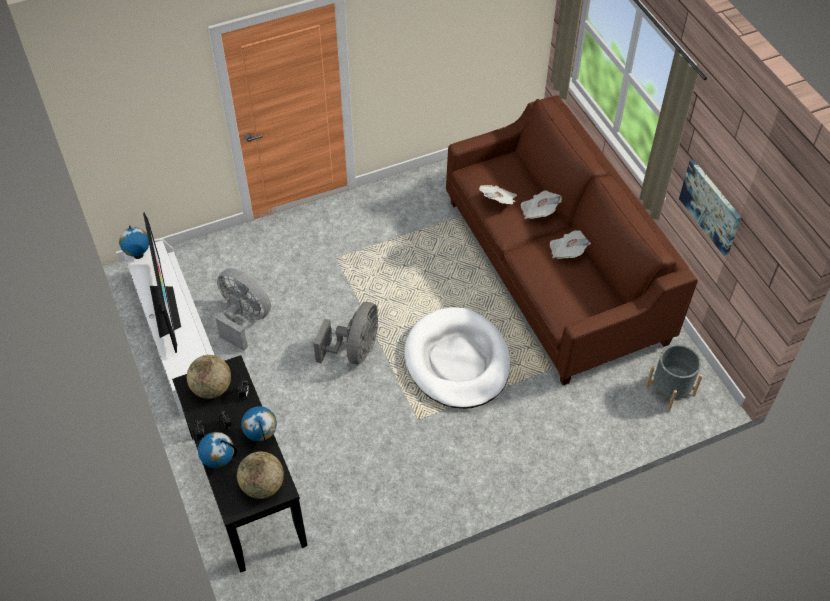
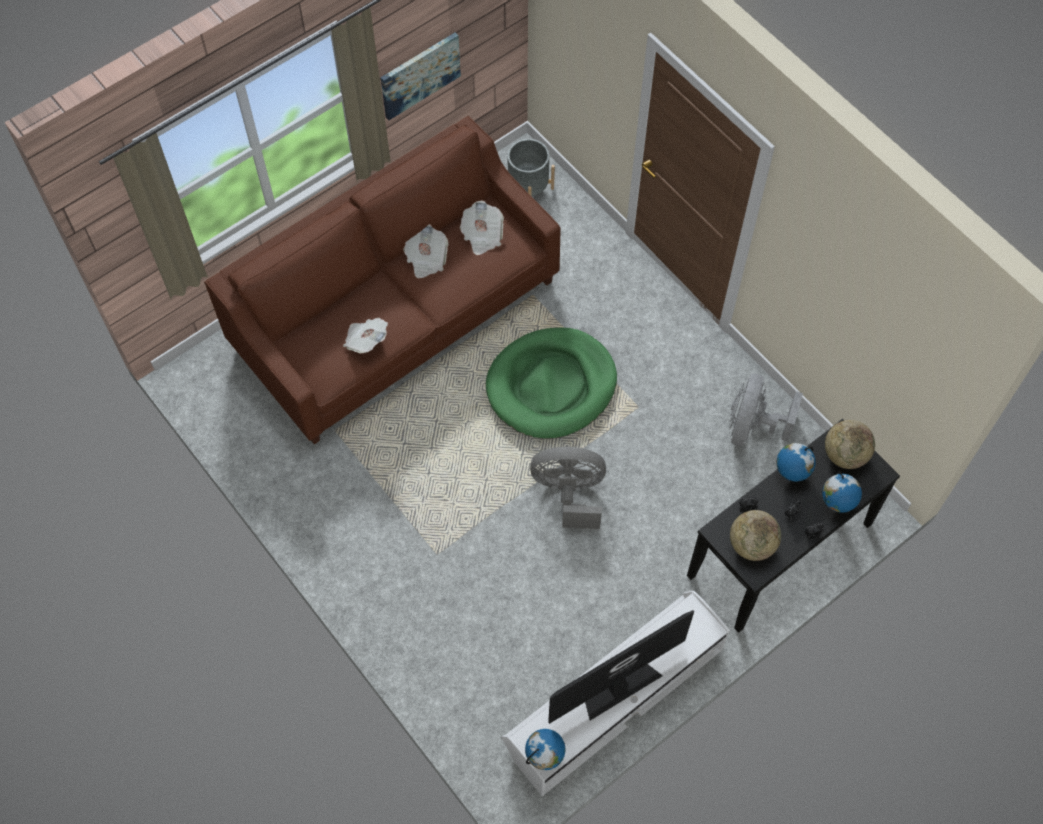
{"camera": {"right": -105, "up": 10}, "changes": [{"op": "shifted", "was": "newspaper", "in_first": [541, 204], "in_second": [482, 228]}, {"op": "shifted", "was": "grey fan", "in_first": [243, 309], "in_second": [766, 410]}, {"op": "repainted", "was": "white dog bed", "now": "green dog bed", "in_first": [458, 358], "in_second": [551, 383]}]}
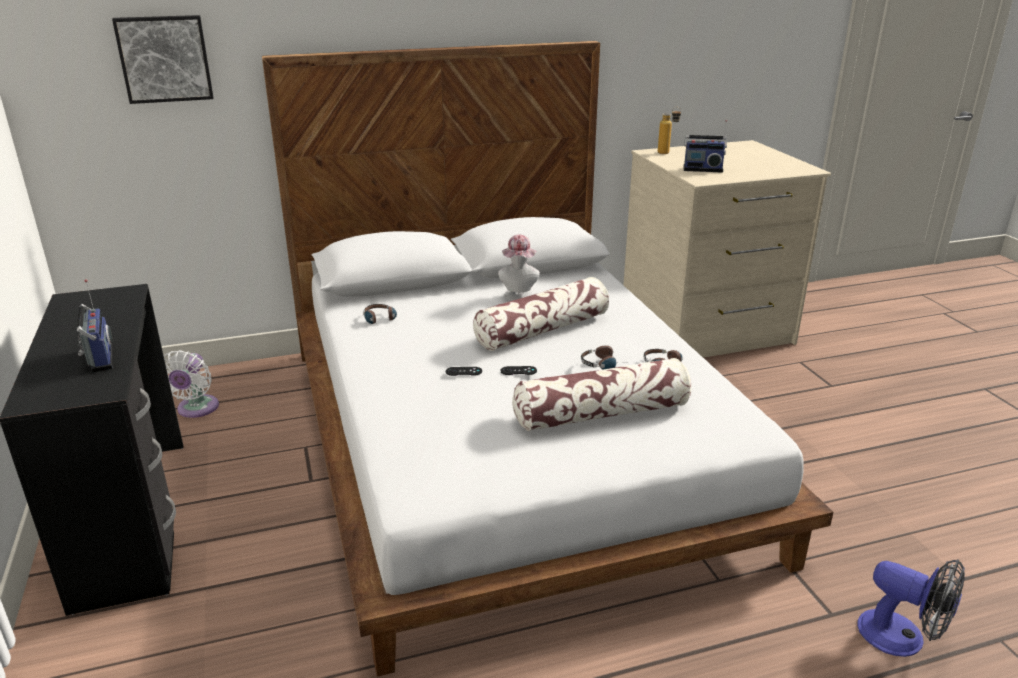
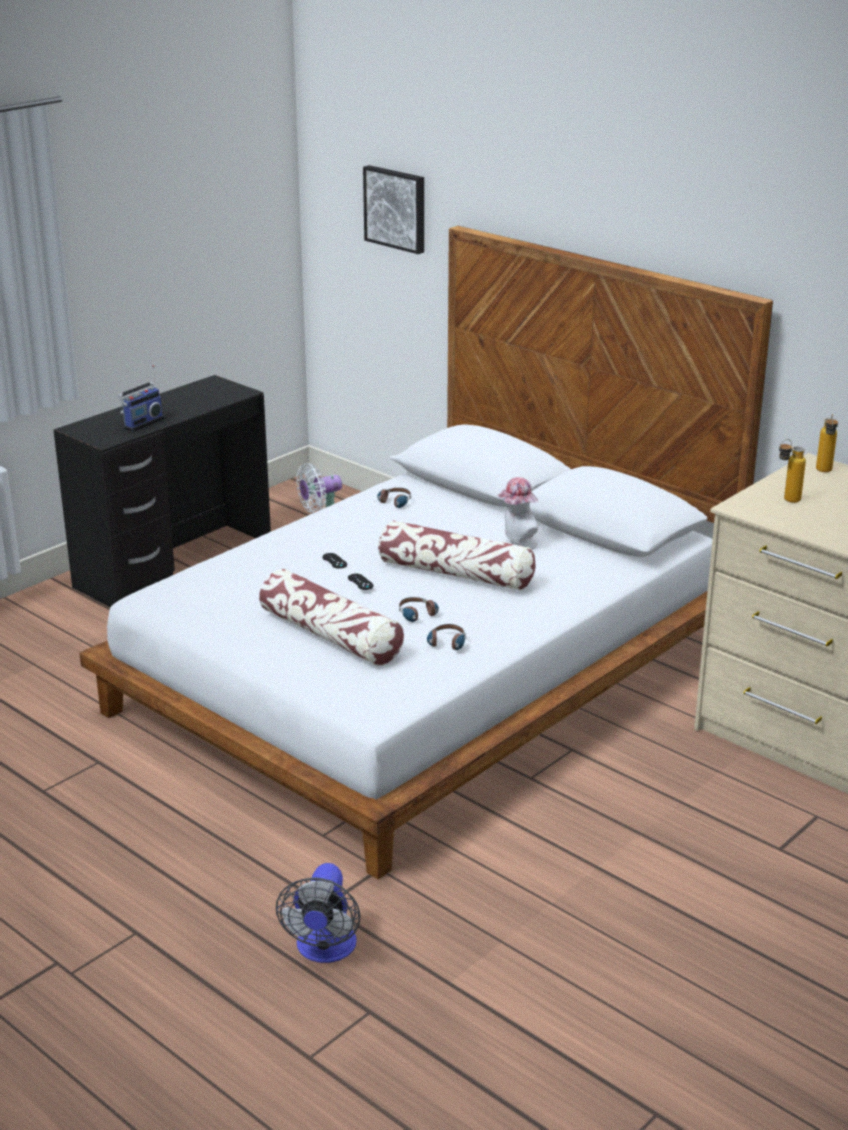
{"camera": {"right": 60, "up": 0}, "changes": [{"op": "swapped", "was": "radio", "now": "bottle", "in_first": [705, 146], "in_second": [792, 471]}]}
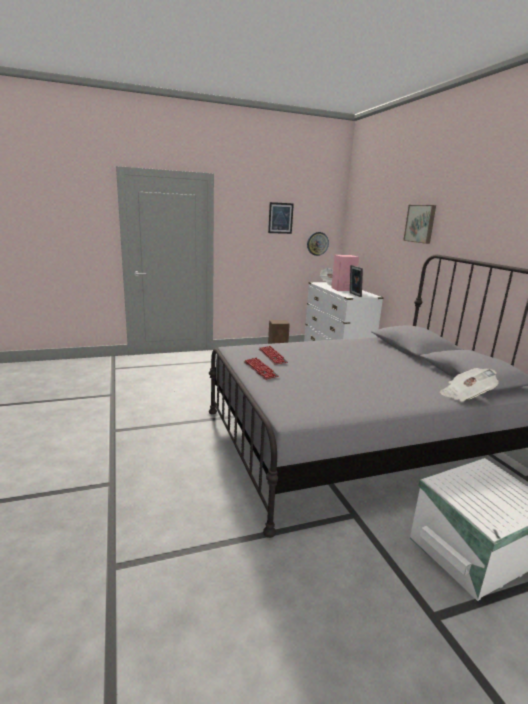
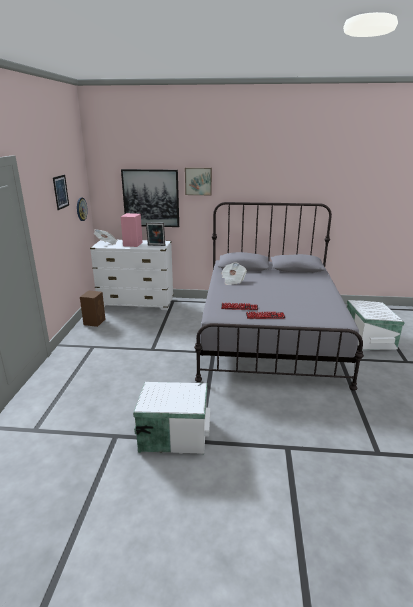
{"camera": {"right": -65, "up": 5}, "changes": [{"op": "shifted", "was": "newspaper", "in_first": [469, 385], "in_second": [234, 273]}, {"op": "new", "now": "picture", "in_second": [150, 198]}, {"op": "new", "now": "white storage box", "in_second": [171, 418]}]}
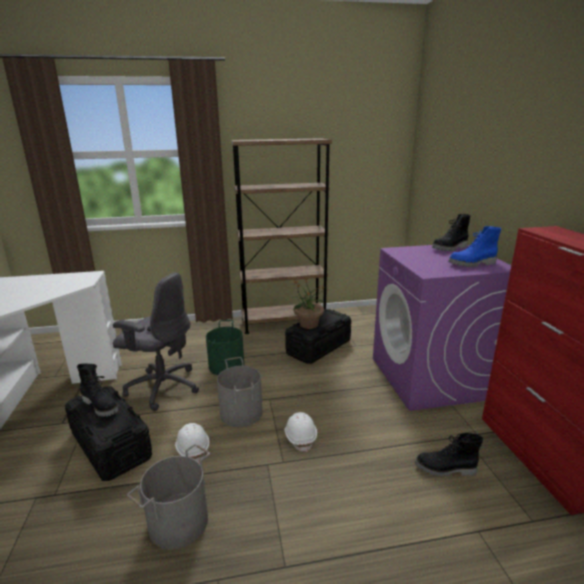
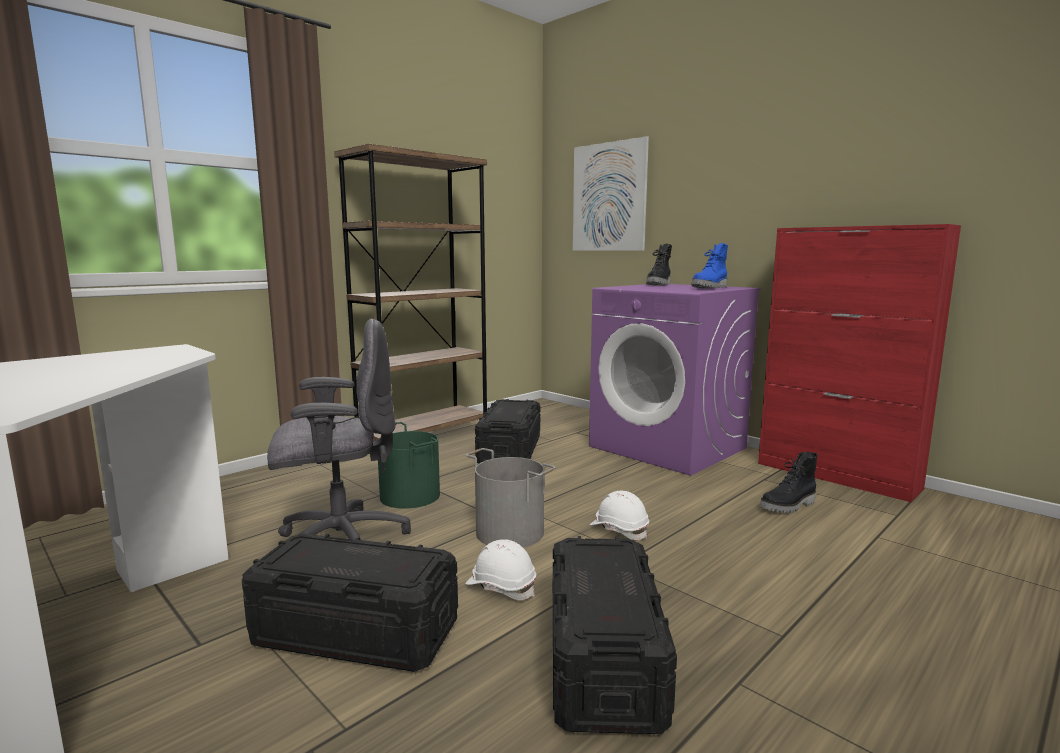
{"camera": {"right": -35, "up": -10}, "changes": [{"op": "gone", "was": "potted plant", "in_first": [308, 303]}, {"op": "gone", "was": "black boot", "in_first": [97, 390]}, {"op": "swapped", "was": "grey bucket", "now": "black storage box", "in_first": [168, 497], "in_second": [615, 635]}, {"op": "new", "now": "picture", "in_second": [611, 193]}]}
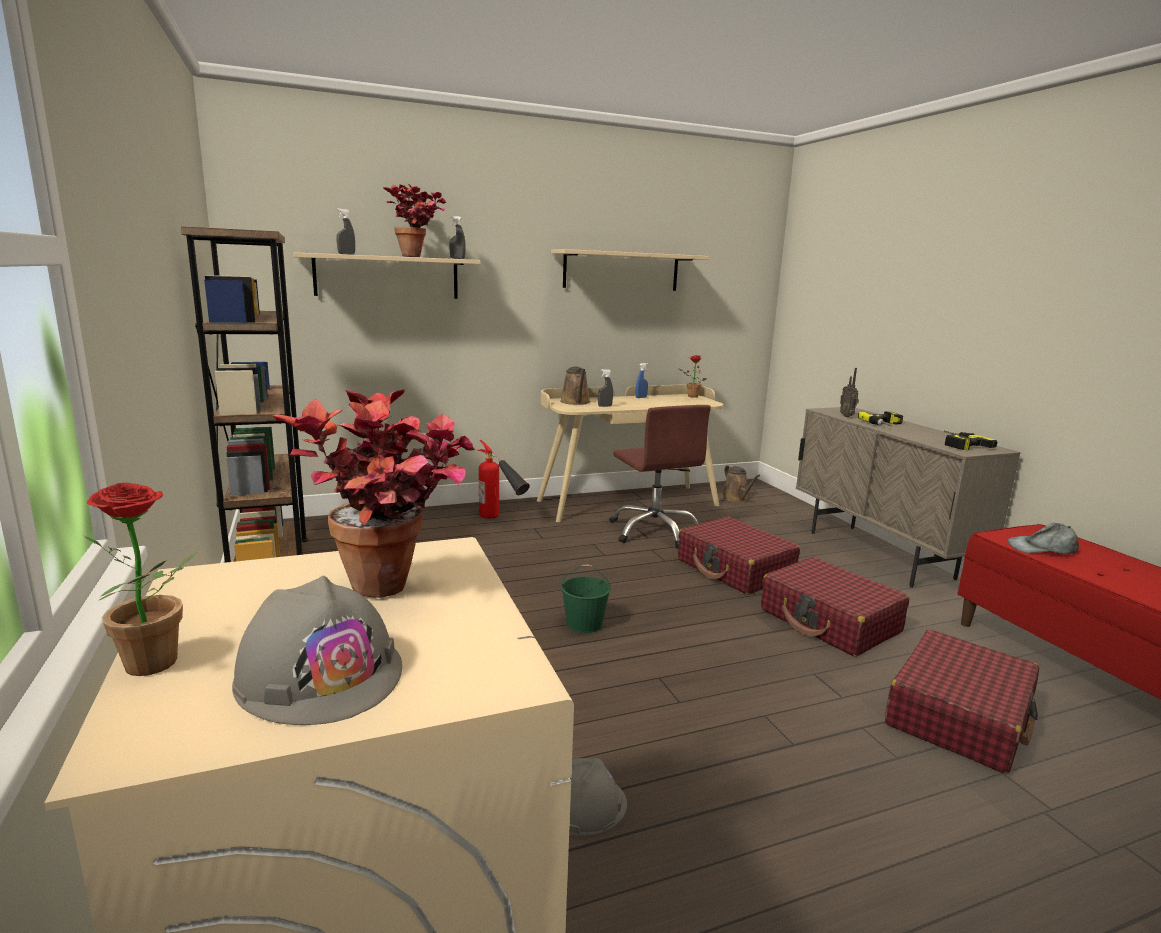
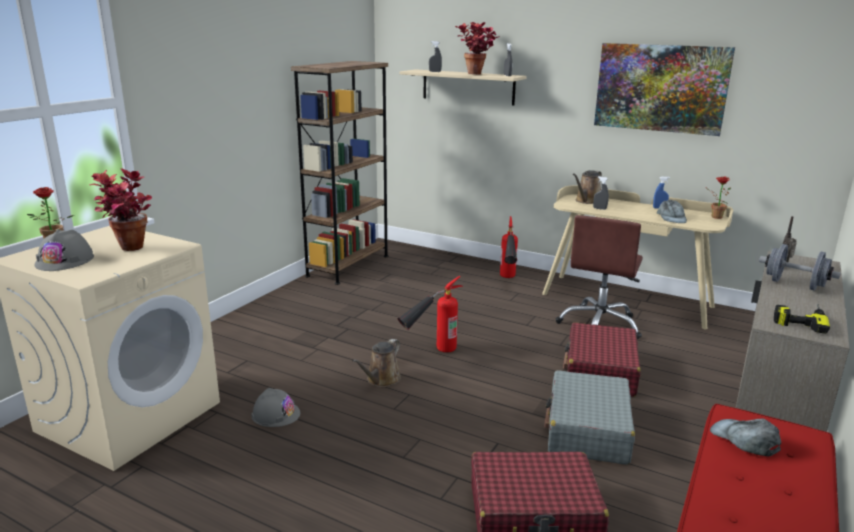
{"camera": {"right": 50, "up": 5}, "changes": [{"op": "swapped", "was": "beige shelf", "now": "picture", "in_first": [630, 270], "in_second": [664, 89]}, {"op": "swapped", "was": "power drill", "now": "grey dumbbell", "in_first": [880, 419], "in_second": [800, 267]}, {"op": "shifted", "was": "brown watering can", "in_first": [741, 483], "in_second": [376, 363]}, {"op": "repainted", "was": "red suitcase", "now": "grey suitcase", "in_first": [835, 607], "in_second": [589, 417]}, {"op": "swapped", "was": "green bucket", "now": "fire extinguisher", "in_first": [585, 599], "in_second": [430, 314]}, {"op": "new", "now": "grey cap", "in_second": [672, 211]}]}
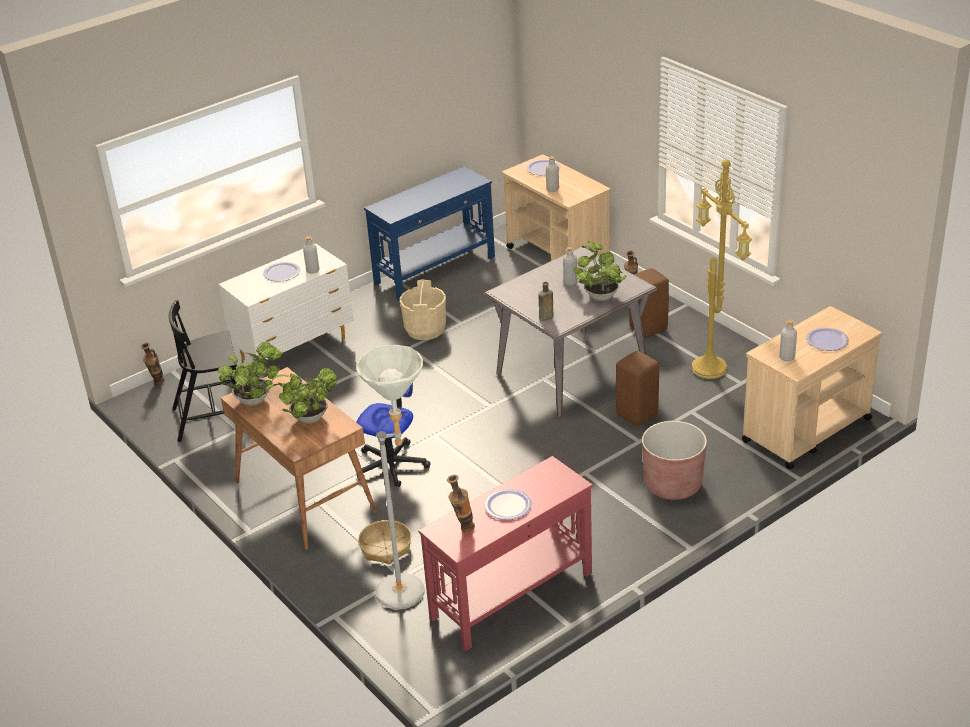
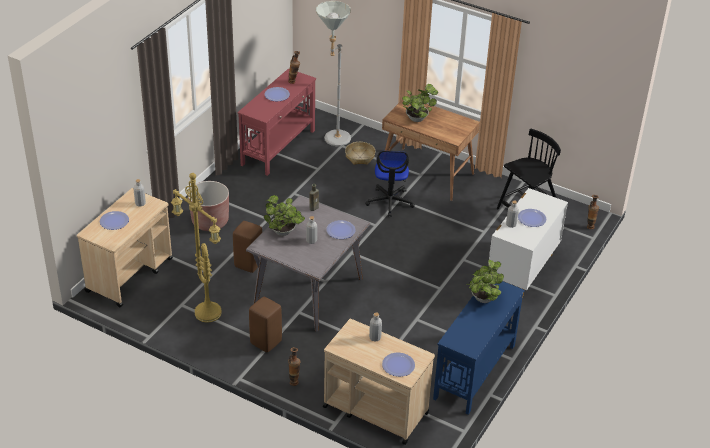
{"camera": {"right": 155, "up": 5}, "changes": [{"op": "gone", "was": "beige bucket", "in_first": [423, 309]}, {"op": "shifted", "was": "potted plant", "in_first": [250, 374], "in_second": [485, 281]}, {"op": "new", "now": "plate", "in_second": [341, 229]}]}
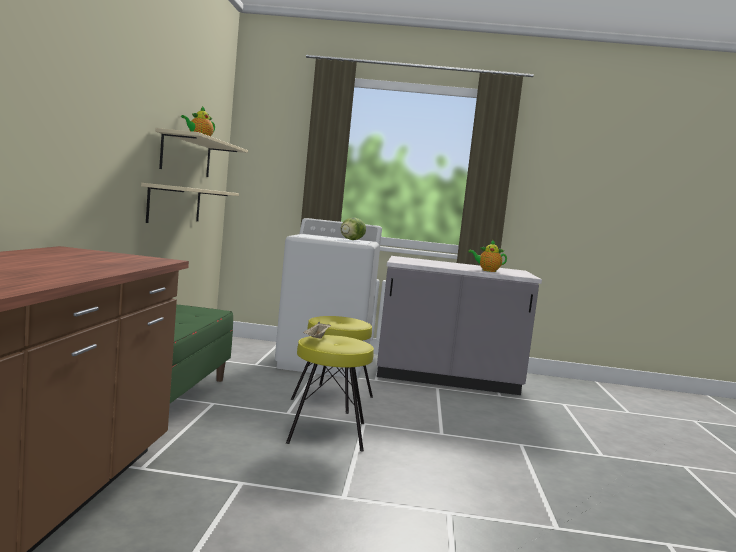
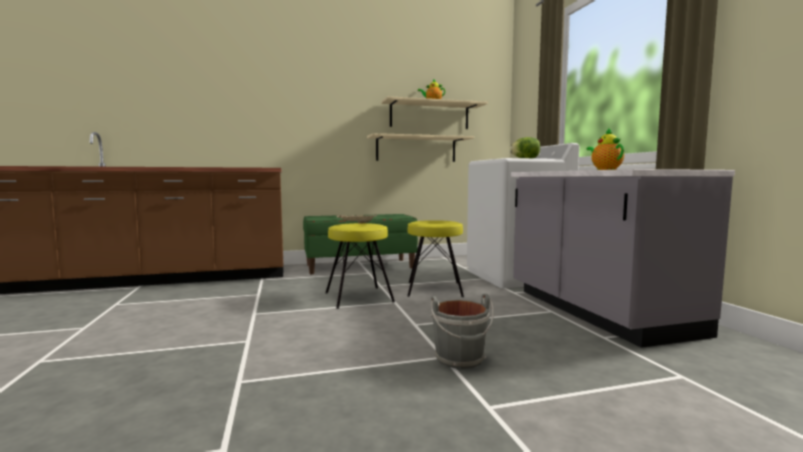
{"camera": {"right": 70, "up": 0}, "changes": [{"op": "new", "now": "grey bucket", "in_second": [462, 331]}]}
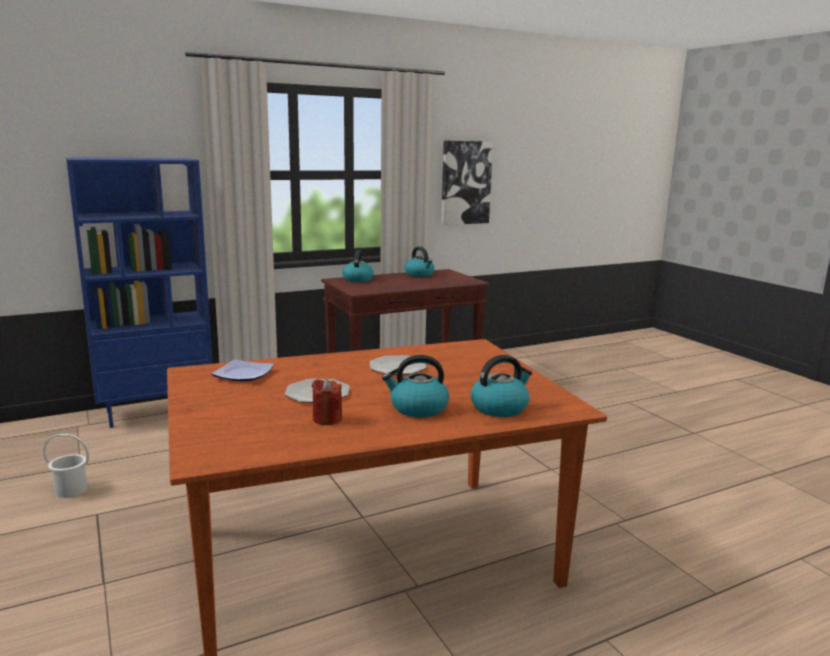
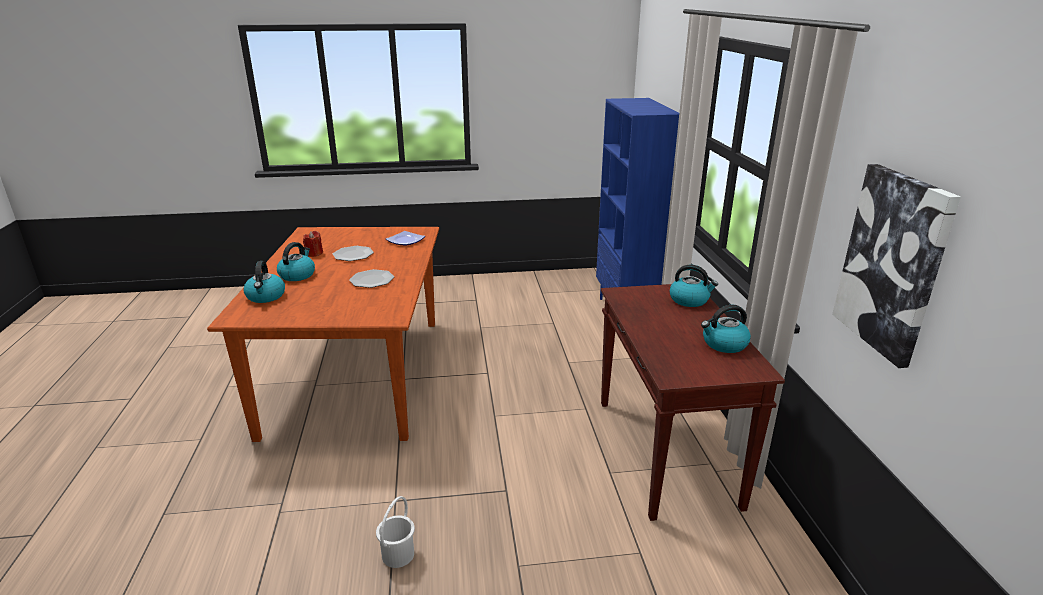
{"camera": {"right": 110, "up": 10}, "changes": [{"op": "shifted", "was": "white bucket", "in_first": [66, 466], "in_second": [395, 532]}]}
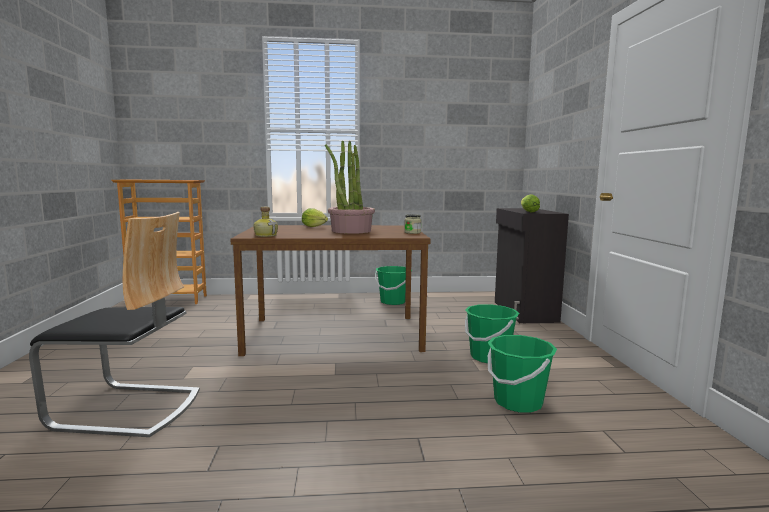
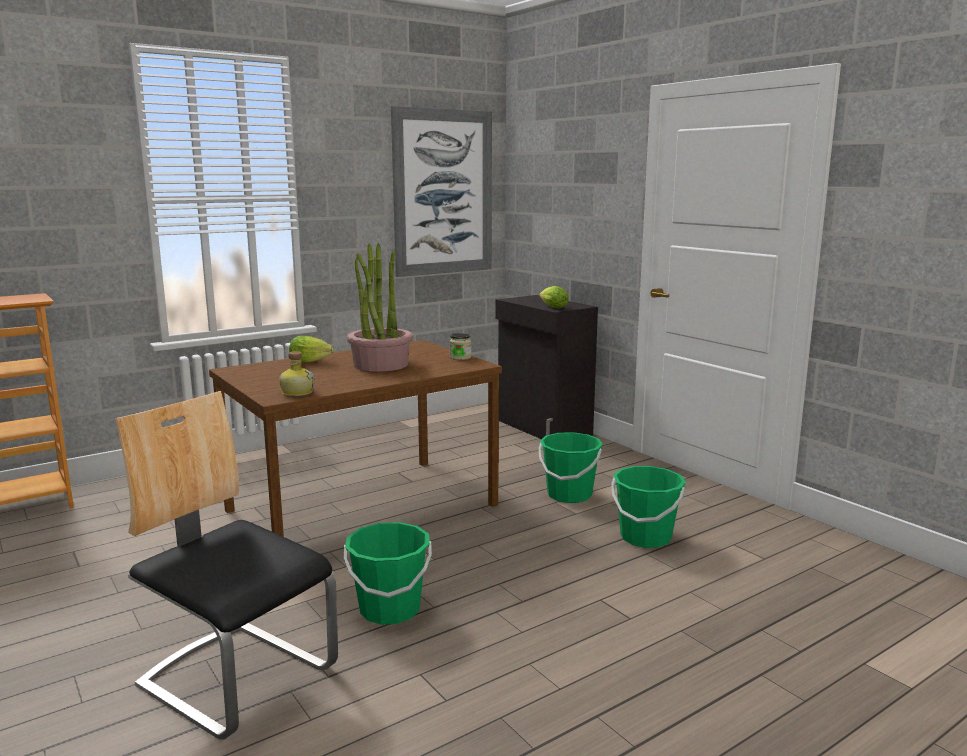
{"camera": {"right": -30, "up": 5}, "changes": [{"op": "rotated", "was": "chair", "in_first": [114, 324], "in_second": [226, 565], "clockwise": -120}, {"op": "shifted", "was": "green bucket", "in_first": [393, 285], "in_second": [388, 573]}, {"op": "new", "now": "picture", "in_second": [441, 191]}]}
